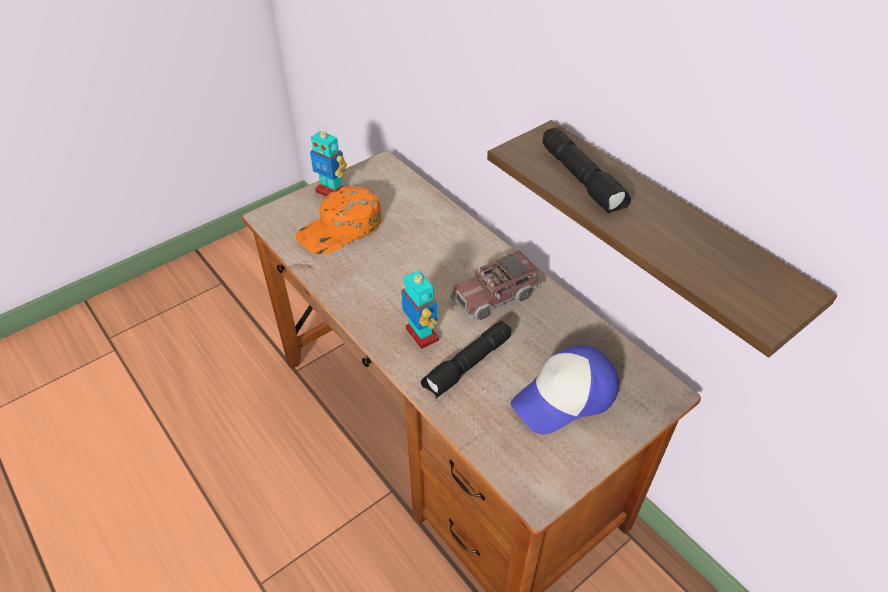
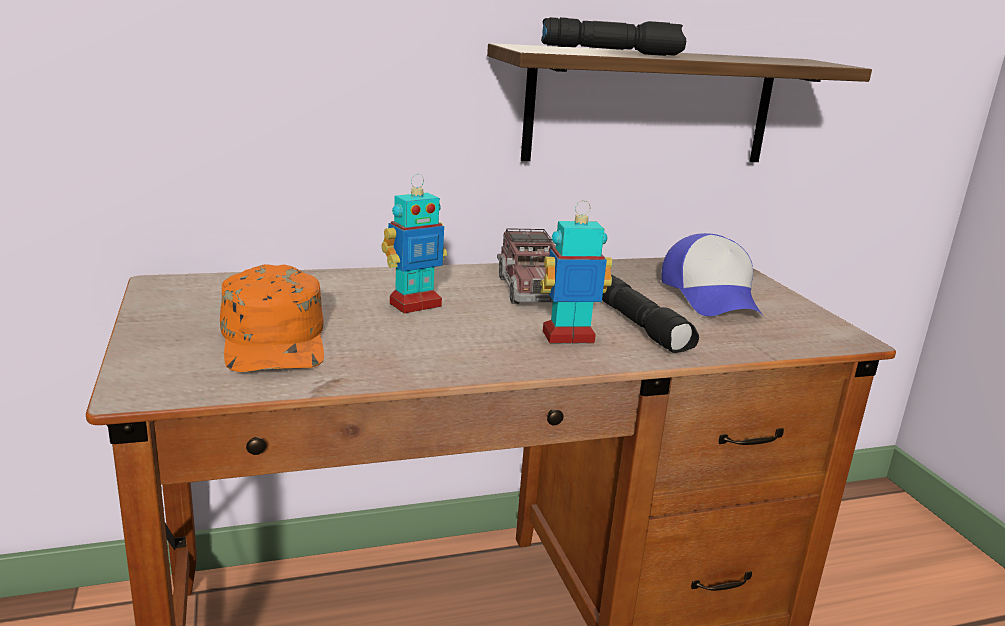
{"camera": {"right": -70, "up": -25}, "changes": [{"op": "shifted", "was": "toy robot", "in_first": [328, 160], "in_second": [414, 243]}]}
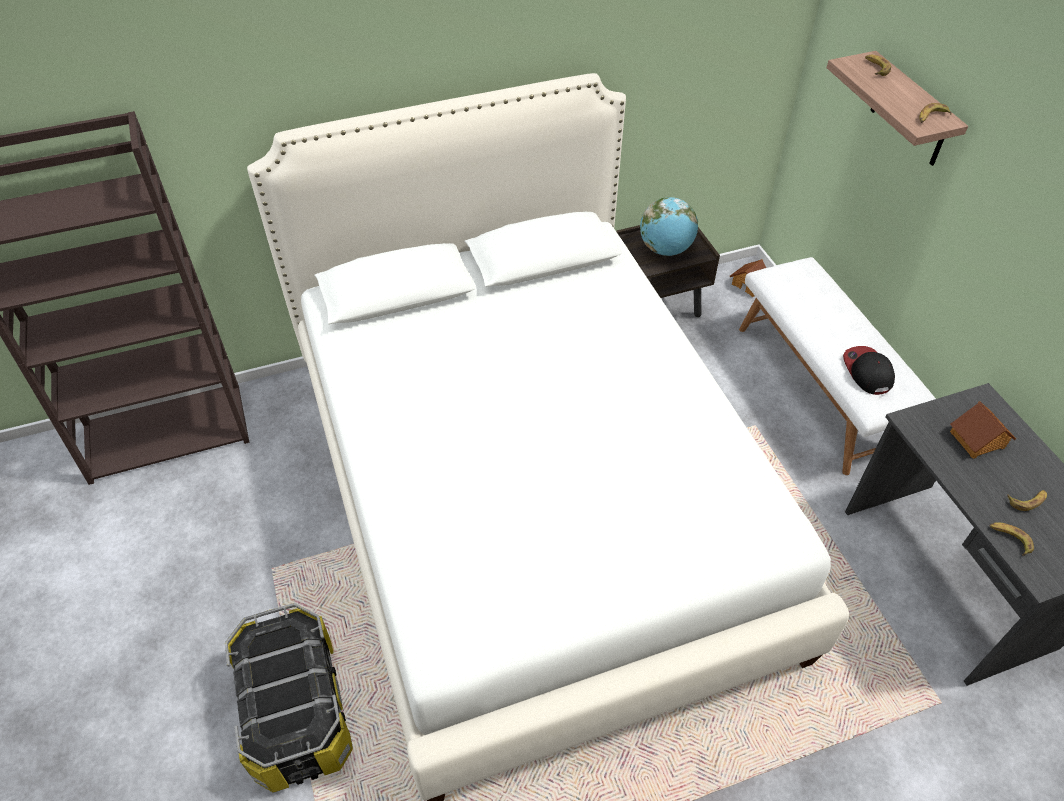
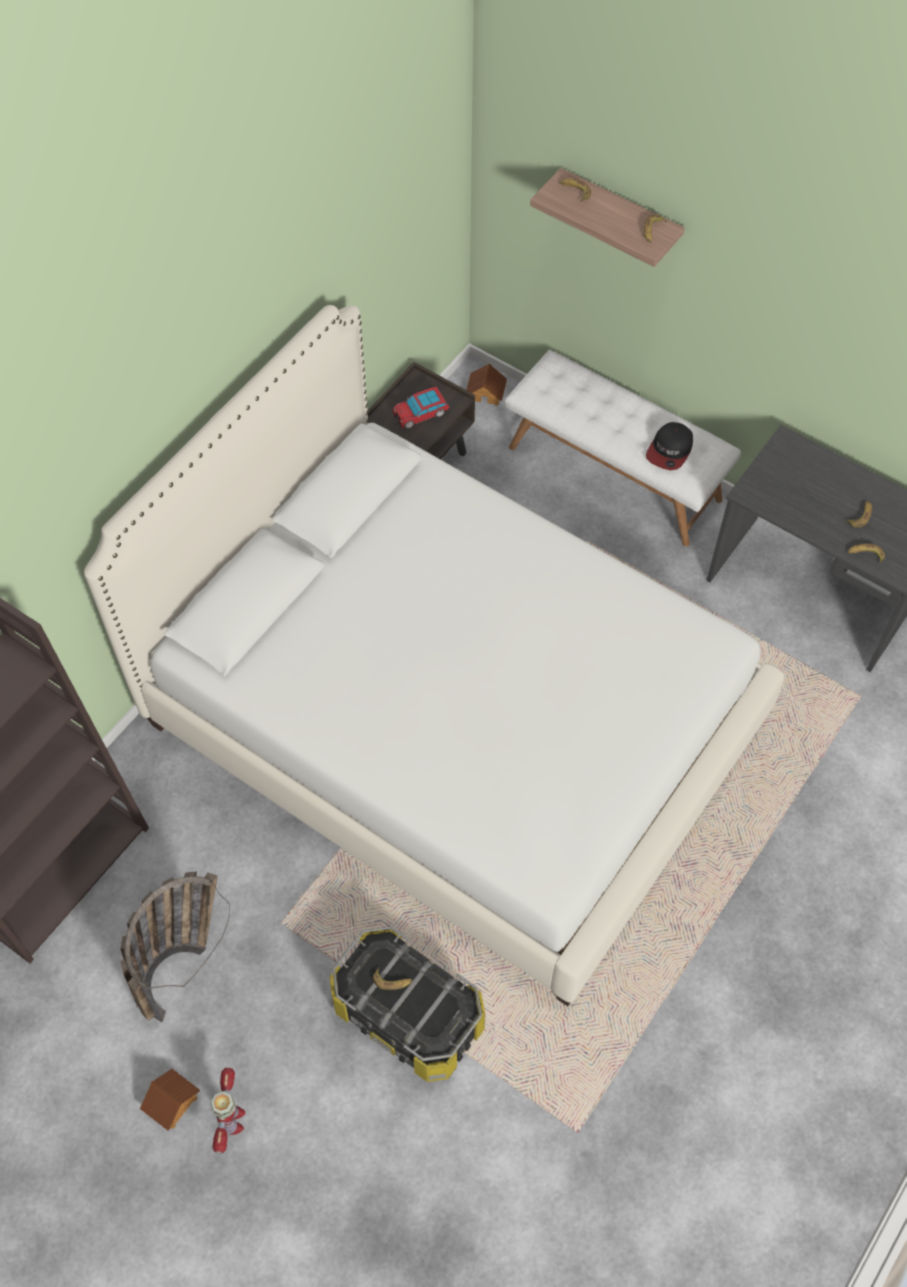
{"camera": {"right": -35, "up": 10}, "changes": [{"op": "swapped", "was": "globe", "now": "toy car", "in_first": [669, 226], "in_second": [421, 408]}, {"op": "rotated", "was": "cap", "in_first": [869, 370], "in_second": [669, 446], "clockwise": -105}, {"op": "shifted", "was": "toy house", "in_first": [983, 430], "in_second": [170, 1100]}, {"op": "new", "now": "basket", "in_second": [175, 946]}, {"op": "new", "now": "banana", "in_second": [393, 979]}, {"op": "new", "now": "toy robot", "in_second": [228, 1110]}]}
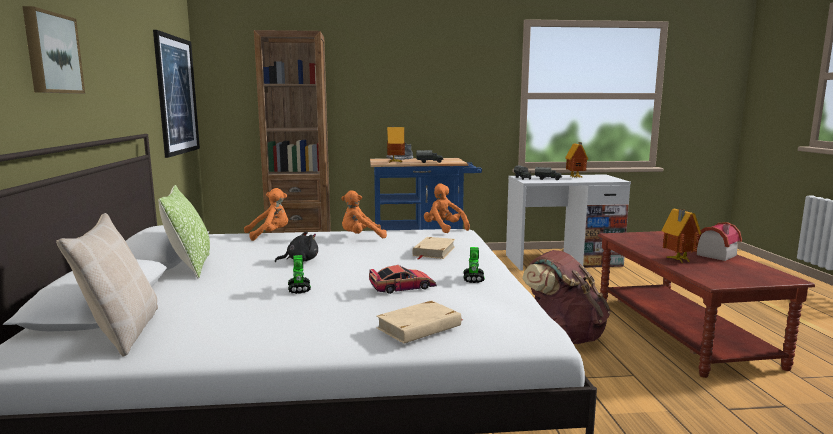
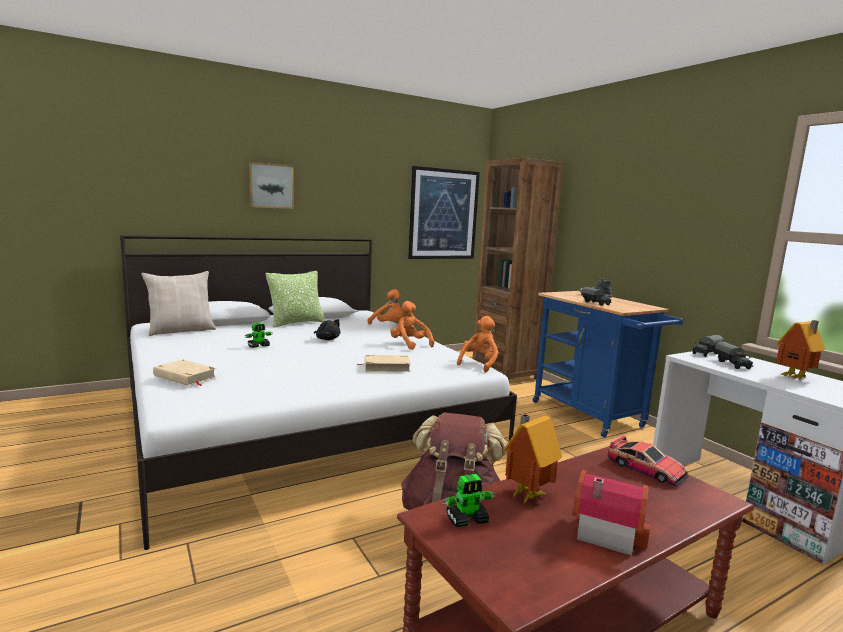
{"camera": {"right": 65, "up": 0}, "changes": [{"op": "gone", "was": "toy house", "in_first": [396, 143]}, {"op": "shifted", "was": "toy robot", "in_first": [474, 265], "in_second": [468, 500]}, {"op": "shifted", "was": "toy car", "in_first": [403, 279], "in_second": [648, 460]}]}
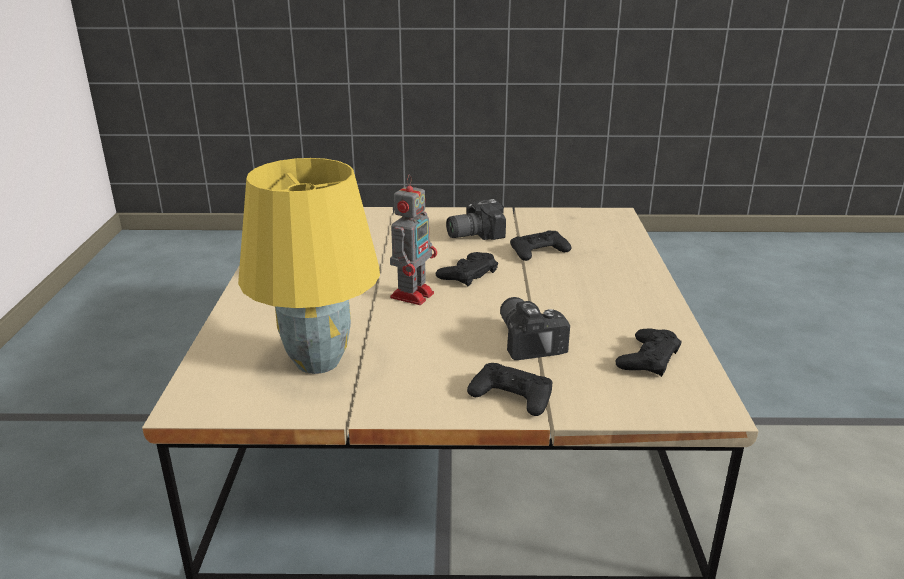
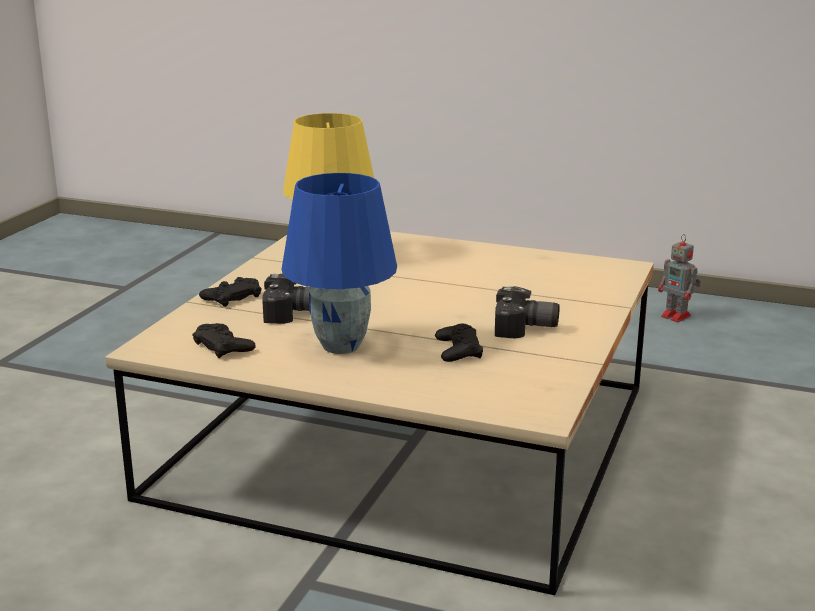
{"camera": {"right": 110, "up": -5}, "changes": [{"op": "shifted", "was": "toy robot", "in_first": [413, 240], "in_second": [679, 278]}, {"op": "rotated", "was": "photo camera", "in_first": [476, 219], "in_second": [527, 312], "clockwise": 105}, {"op": "gone", "was": "black game controller", "in_first": [467, 269]}, {"op": "new", "now": "blue table lamp", "in_second": [339, 263]}]}
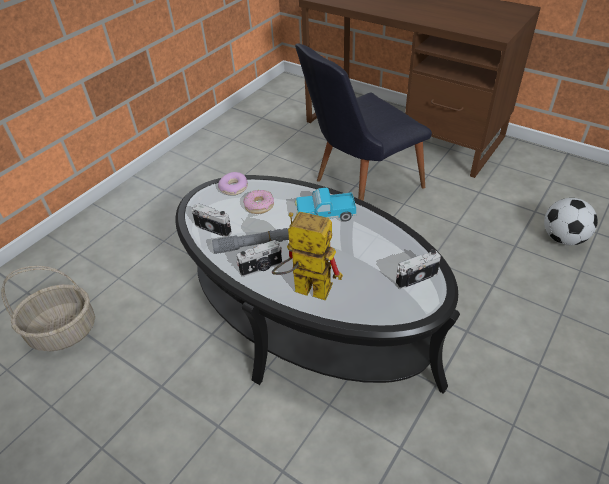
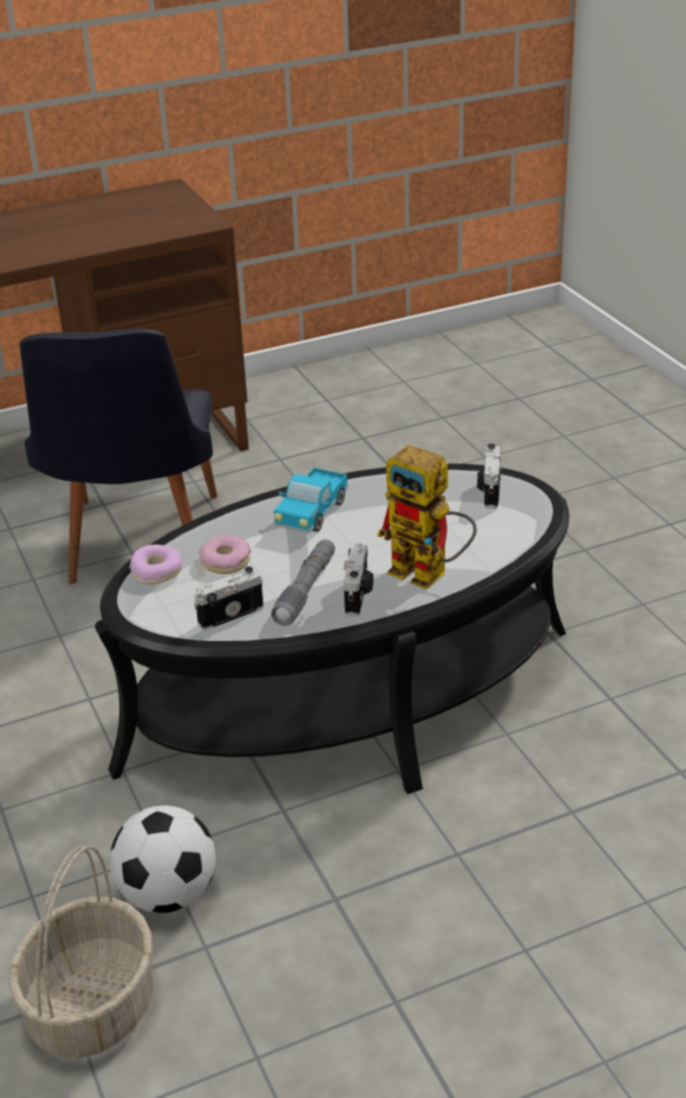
{"camera": {"right": -60, "up": -10}, "changes": [{"op": "shifted", "was": "football", "in_first": [571, 221], "in_second": [163, 859]}, {"op": "rotated", "was": "toy robot", "in_first": [307, 256], "in_second": [427, 517], "clockwise": -105}]}
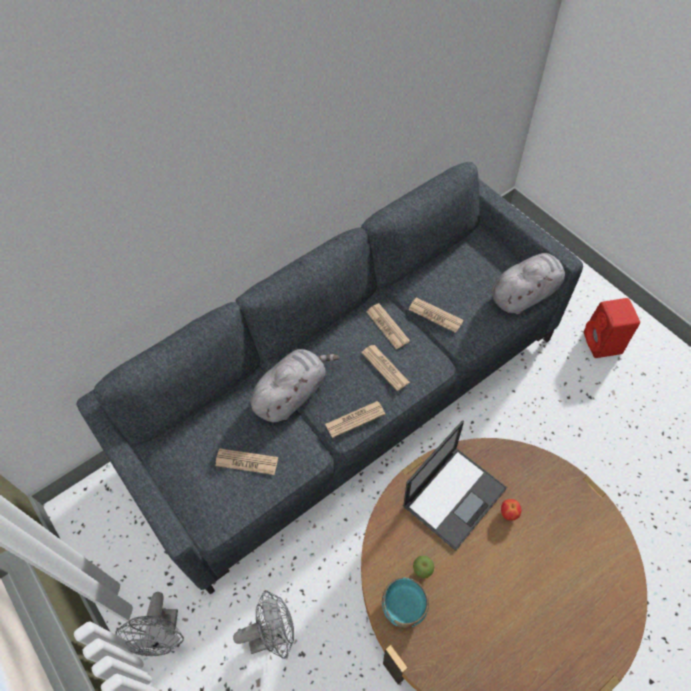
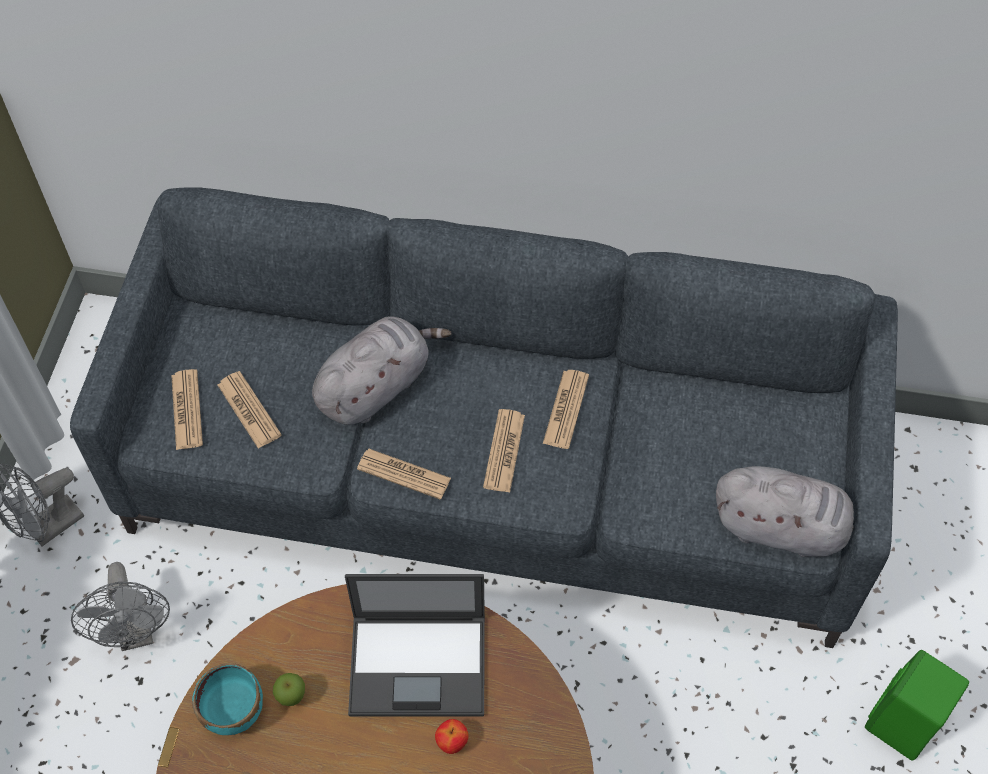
{"camera": {"right": 45, "up": 0}, "changes": [{"op": "shifted", "was": "newspaper", "in_first": [435, 315], "in_second": [187, 409]}, {"op": "repainted", "was": "red speaker", "now": "green speaker", "in_first": [612, 328], "in_second": [917, 705]}, {"op": "rotated", "was": "grey plush toy", "in_first": [295, 385], "in_second": [381, 371], "clockwise": -45}, {"op": "rotated", "was": "grey fan", "in_first": [263, 624], "in_second": [120, 606], "clockwise": 45}]}
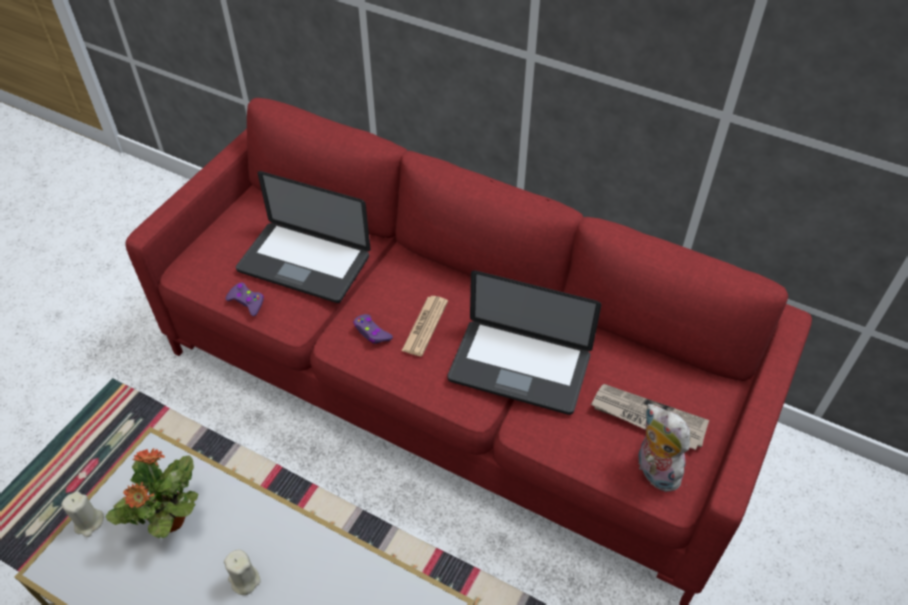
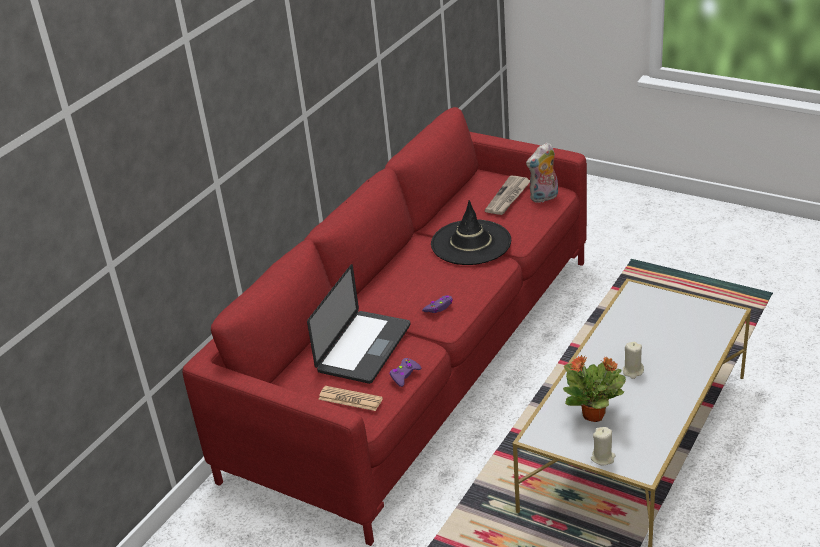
{"camera": {"right": -85, "up": -15}, "changes": [{"op": "swapped", "was": "laptop", "now": "black hat", "in_first": [524, 342], "in_second": [471, 232]}, {"op": "shifted", "was": "newspaper", "in_first": [424, 326], "in_second": [351, 398]}]}
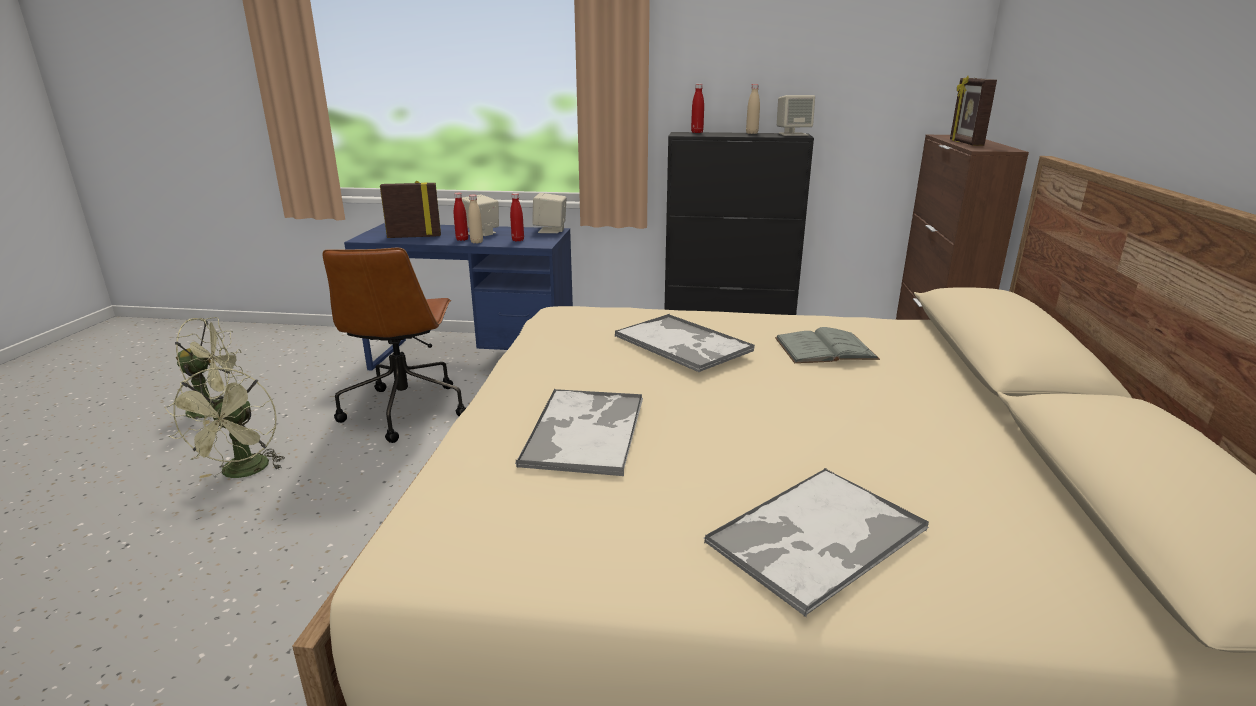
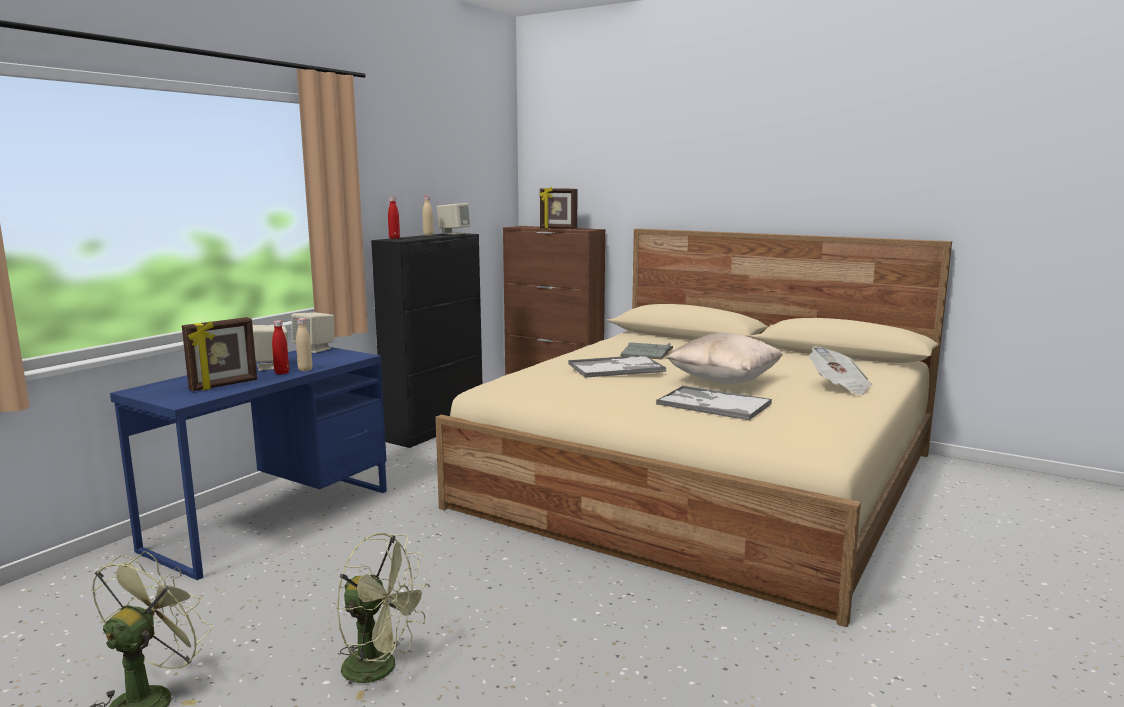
{"camera": {"right": -65, "up": -10}, "changes": [{"op": "rotated", "was": "picture frame", "in_first": [410, 209], "in_second": [219, 354], "clockwise": -150}, {"op": "gone", "was": "red bottle", "in_first": [517, 217]}, {"op": "gone", "was": "brown office chair", "in_first": [394, 345]}, {"op": "swapped", "was": "tray", "now": "newspaper", "in_first": [816, 542], "in_second": [841, 371]}, {"op": "new", "now": "beige pillow", "in_second": [724, 358]}]}
